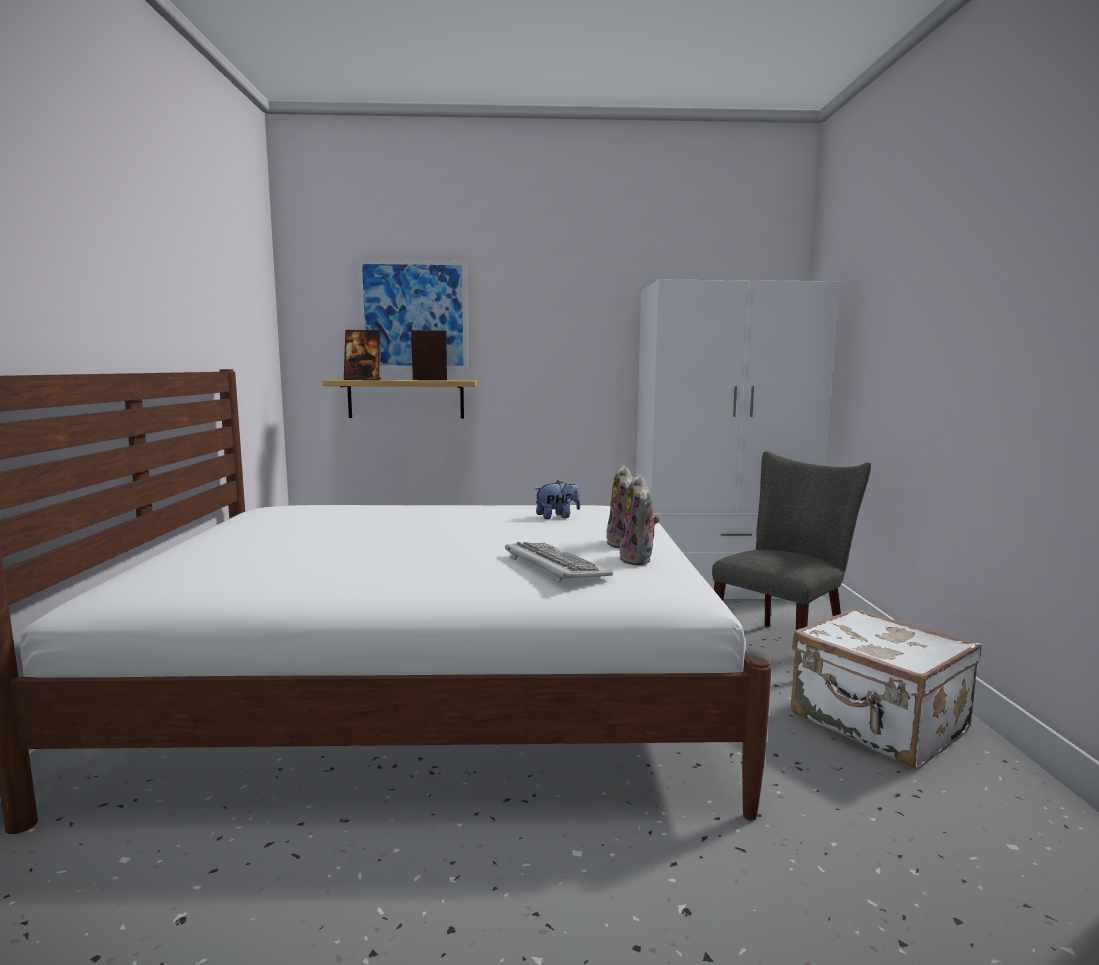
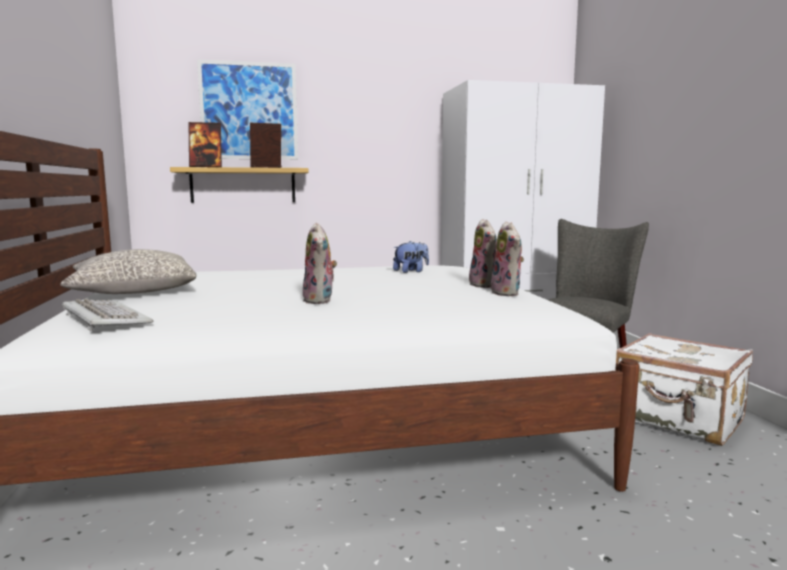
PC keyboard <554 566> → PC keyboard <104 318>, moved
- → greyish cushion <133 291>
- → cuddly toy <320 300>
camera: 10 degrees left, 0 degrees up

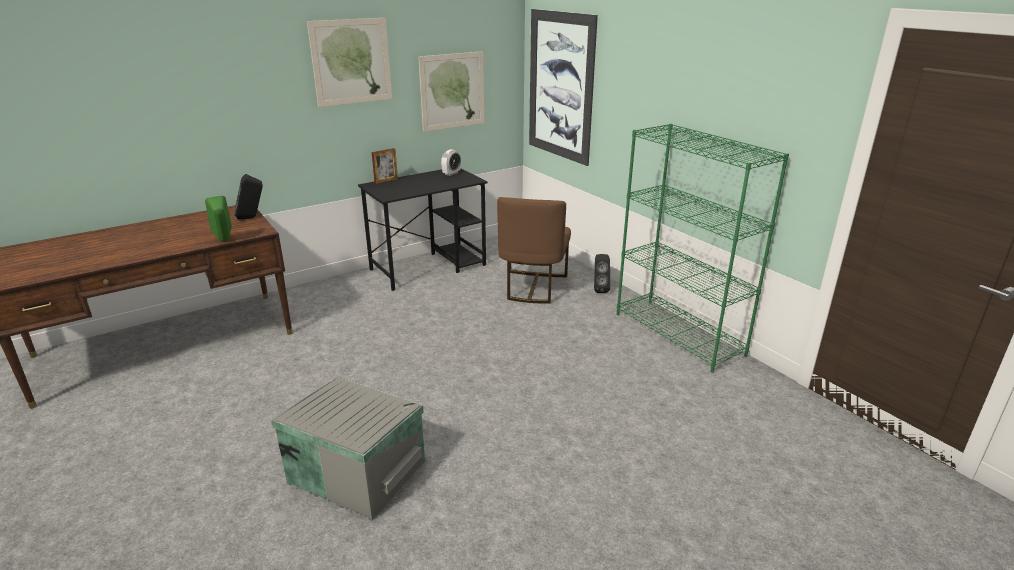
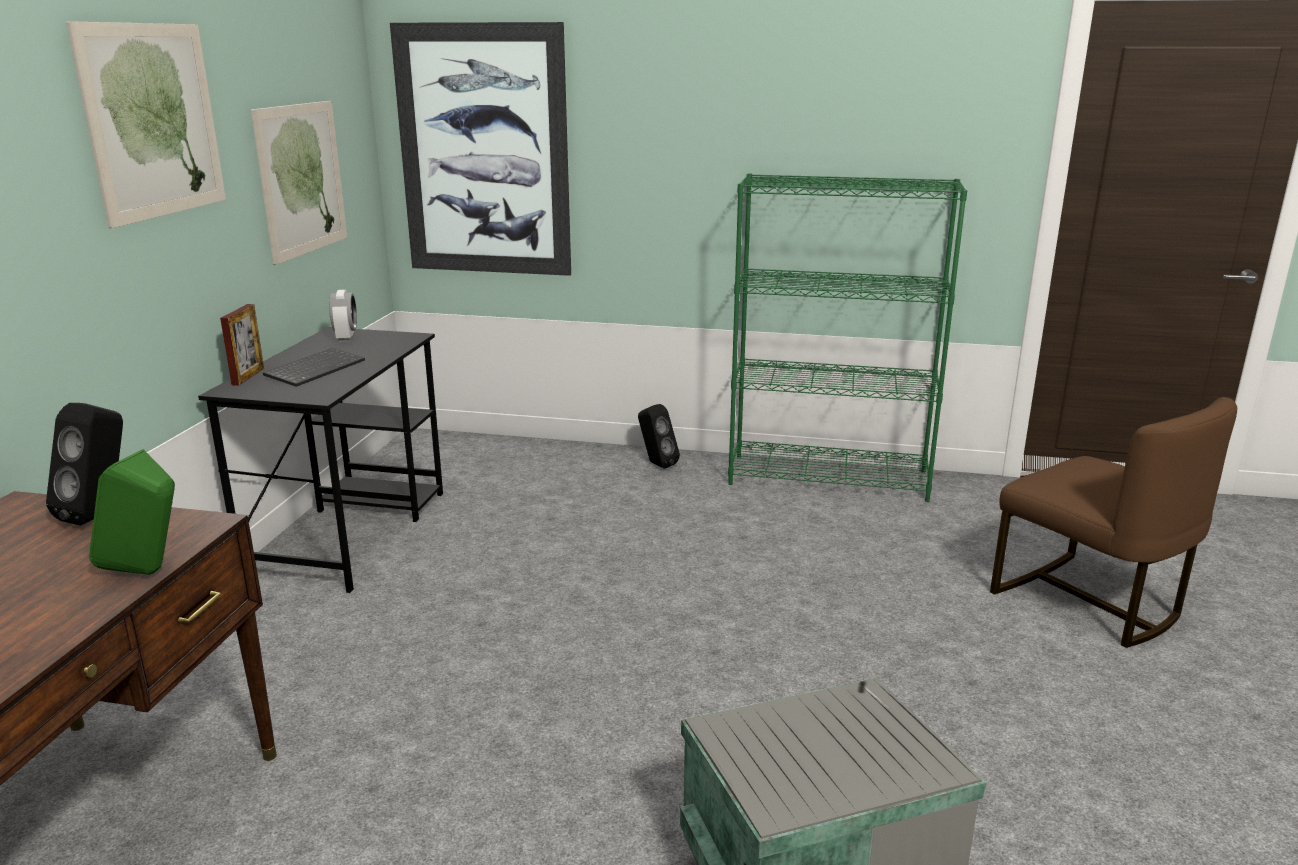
brownish plain chair <532 287> → brownish plain chair <1089 602>, moved
- → PC keyboard <315 369>
camera: 45 degrees left, 5 degrees down

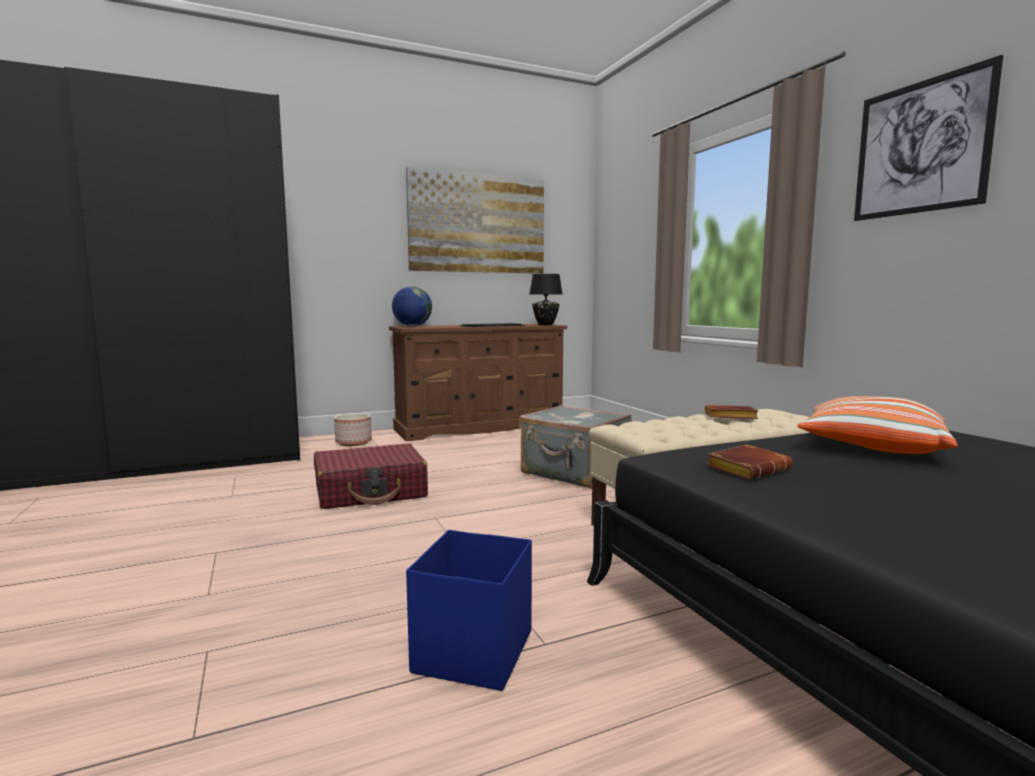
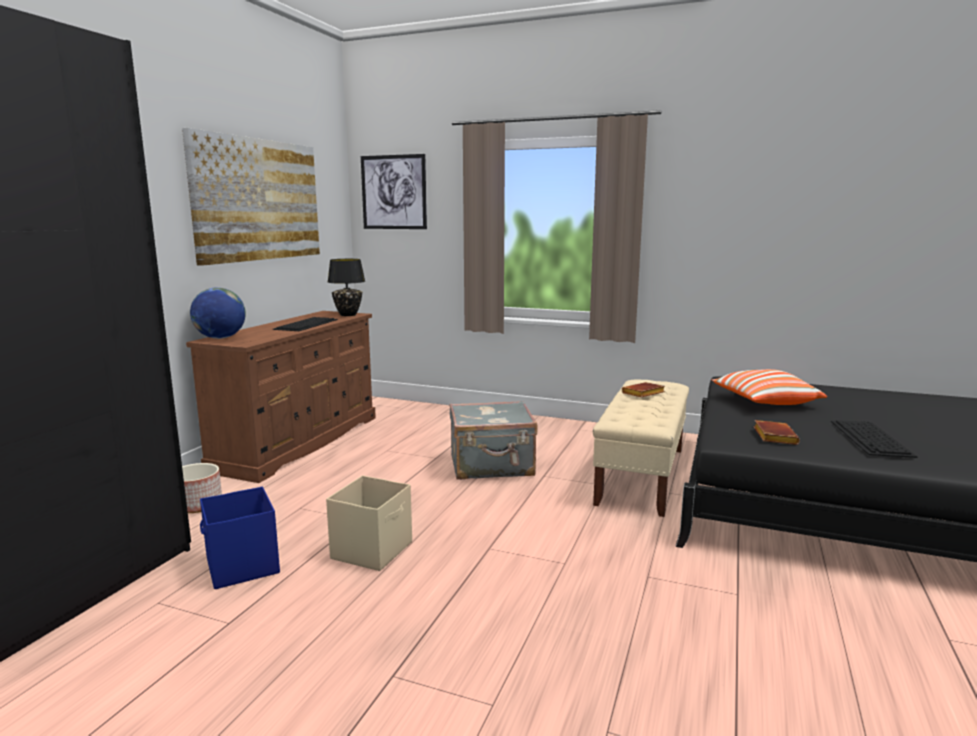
red travel case <371 492> → beige storage container <373 550>
blue-coloured storage container <472 653> → blue-coloured storage container <242 567>, moved
wall art <920 147> → wall art <393 192>, moved
- → PC keyboard <871 438>
camera: 45 degrees left, 5 degrees up

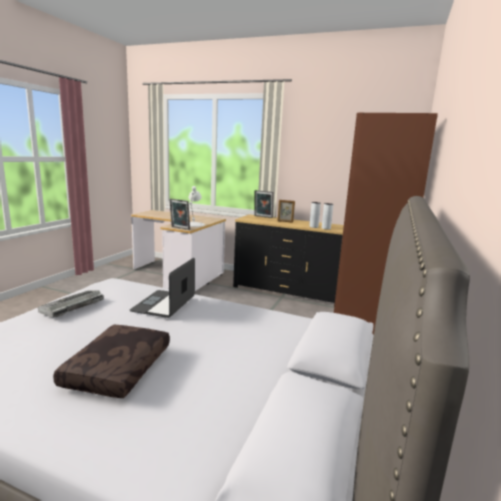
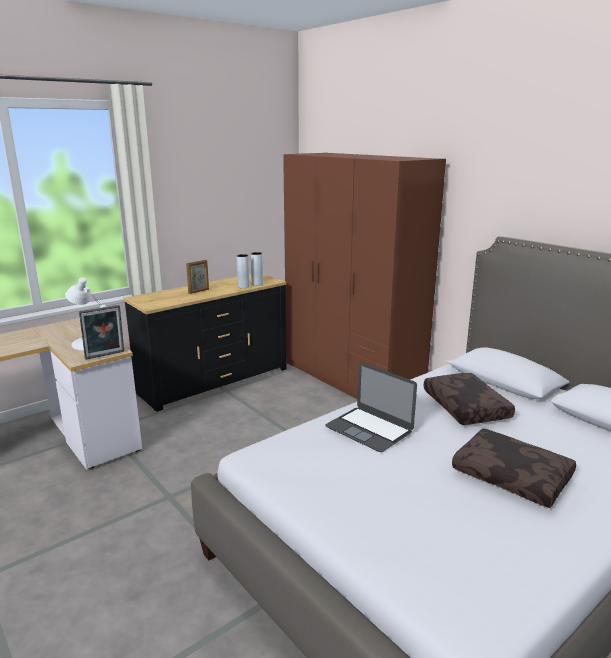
PC keyboard <71 307> → -
picture frame <263 217> → -
- → brownish cushion <464 407>
camera: 60 degrees left, 5 degrees up

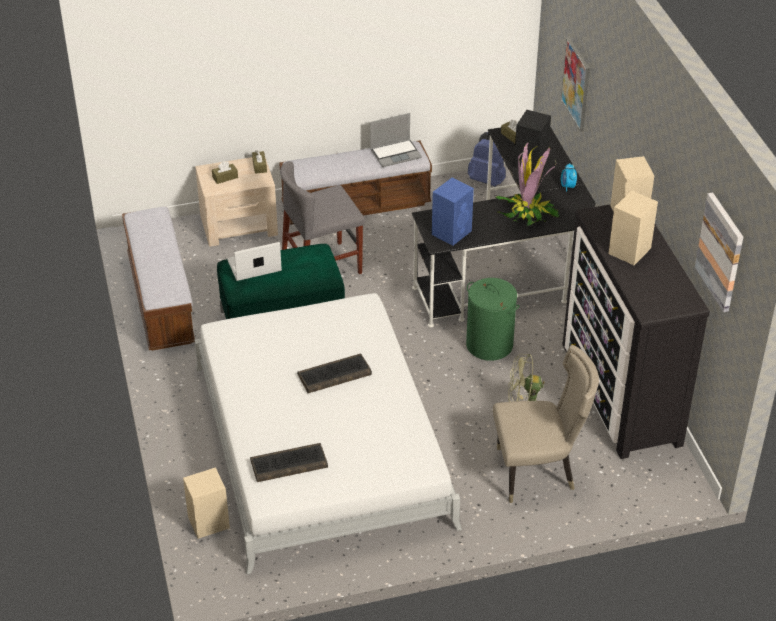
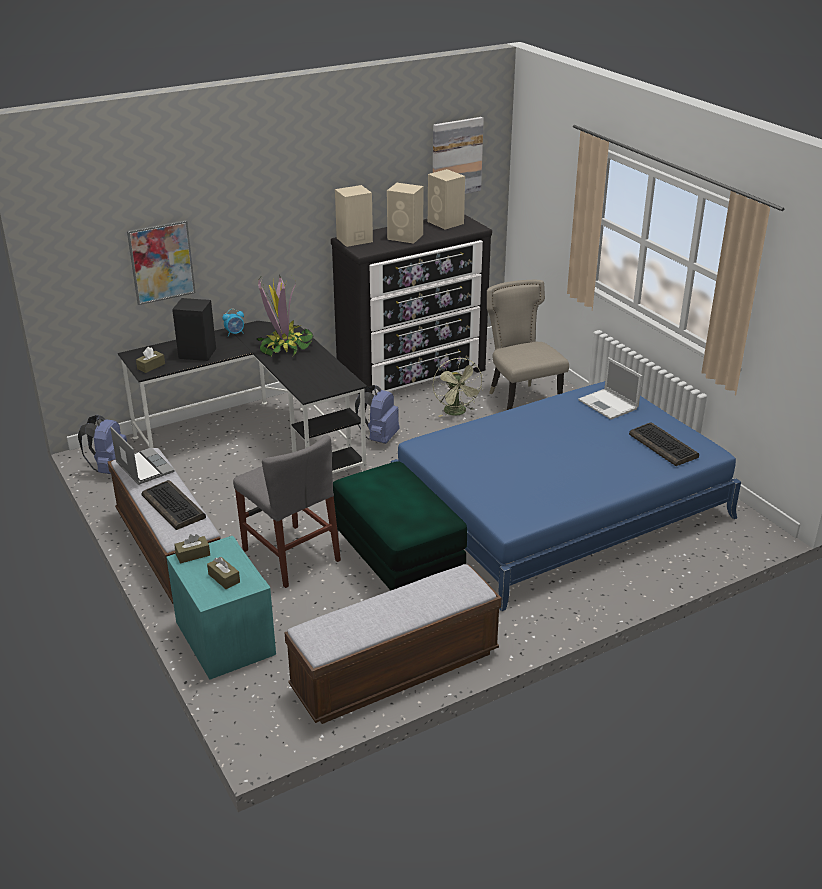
beige audio speaker <207 523> → beige audio speaker <446 223>, moved
beige night table <239 225> → turquoise-coloured night table <225 637>
white bedroom bed <321 444> → blue-coloured bedroom bed <560 506>
portable computer <253 266> → portable computer <609 405>, moved
PC keyboard <334 375> → PC keyboard <174 506>, moved
blue-coloured audio speaker <452 232> → -
greenish laundry basket <489 345> → blue-coloured knapsack <379 438>
camera: 105 degrees left, 10 degrees down

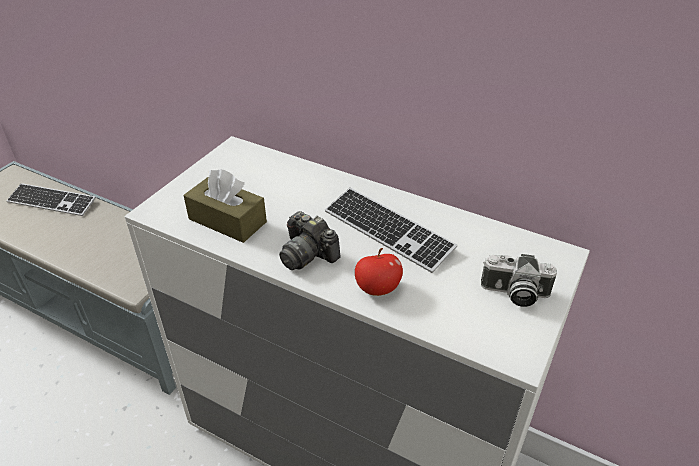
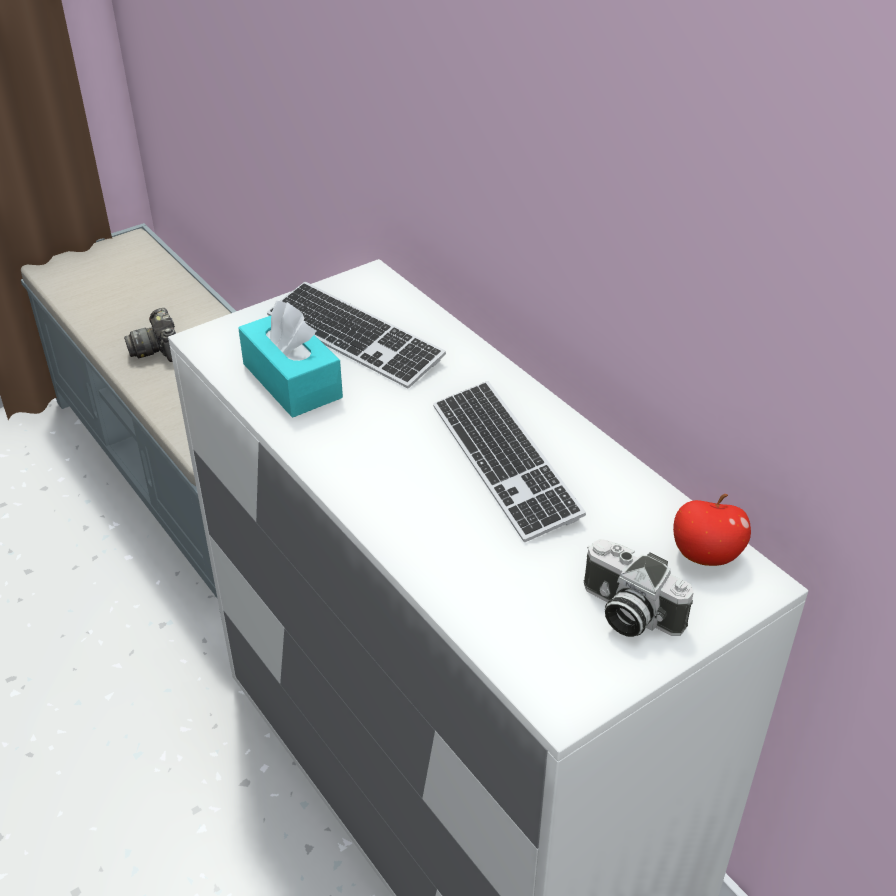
PC keyboard <52 201> → PC keyboard <354 338>, moved
brownish tissue box <227 220> → turquoise-coloured tissue box <292 381>
photo camera <307 254> → photo camera <158 349>, moved
whole apple <377 288> → whole apple <705 555>, moved
camera: 25 degrees right, 0 degrees up

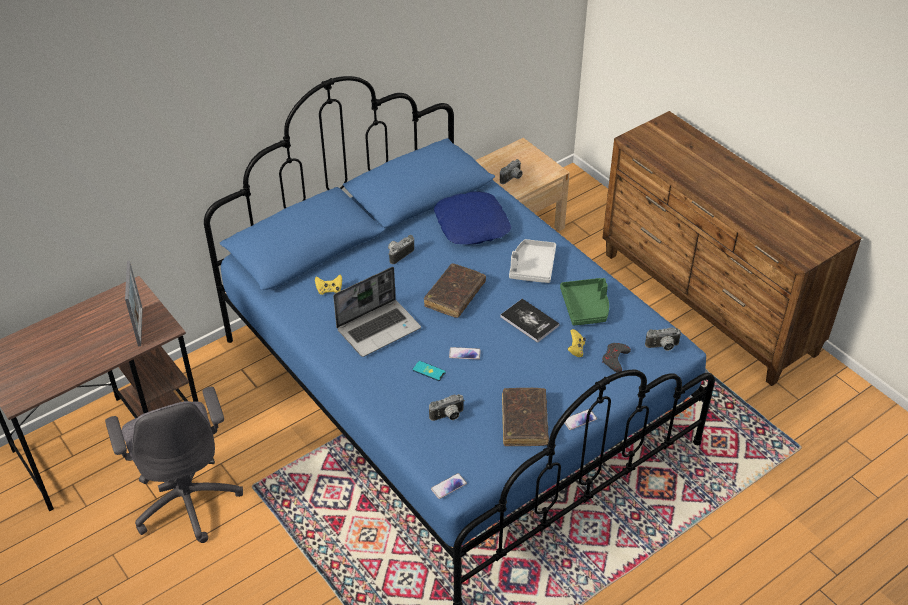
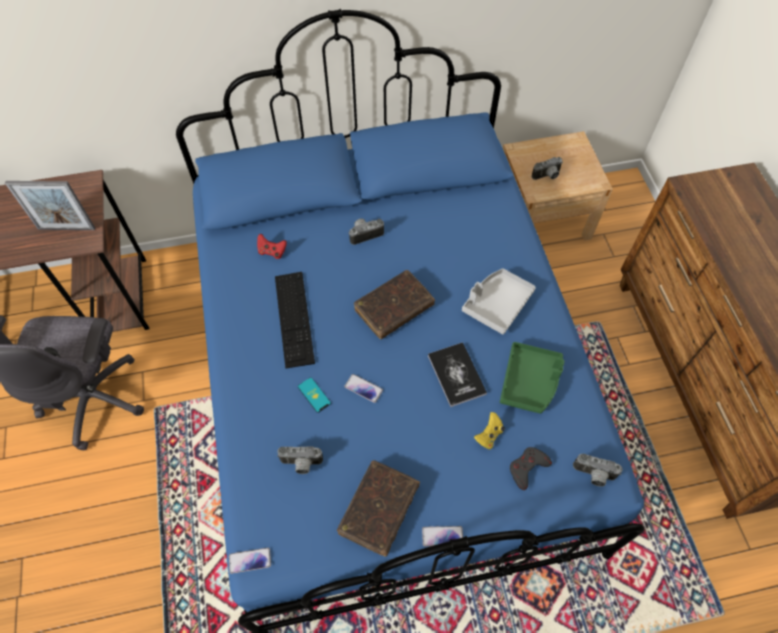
picture frame <140 327> → picture frame <66 228>, 75 degrees clockwise
yellow joypad <329 290> → red joypad <272 251>
portable computer <379 328> → PC keyboard <294 318>
blue-coloured cushion <472 225> → -
camera: 25 degrees right, 15 degrees up

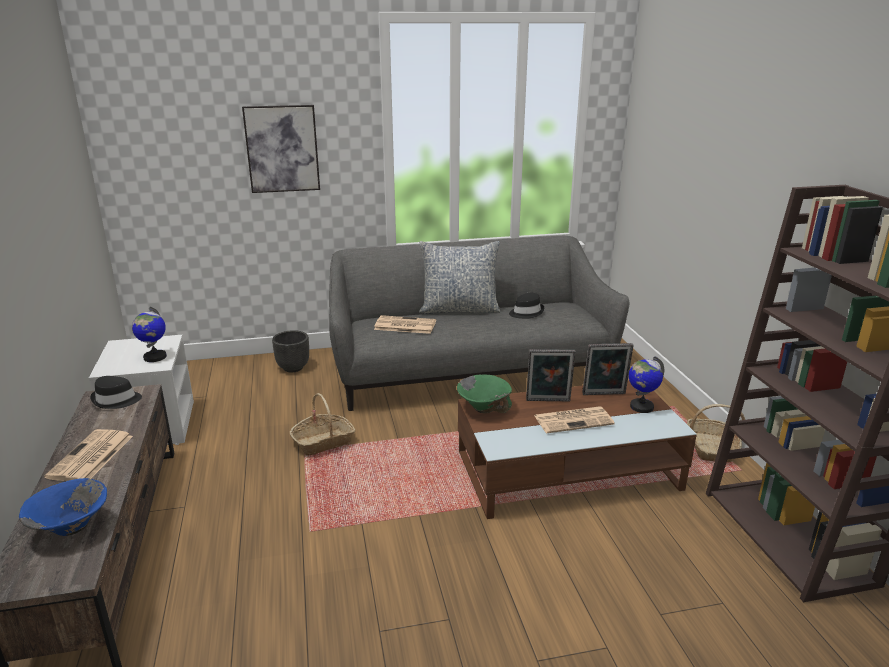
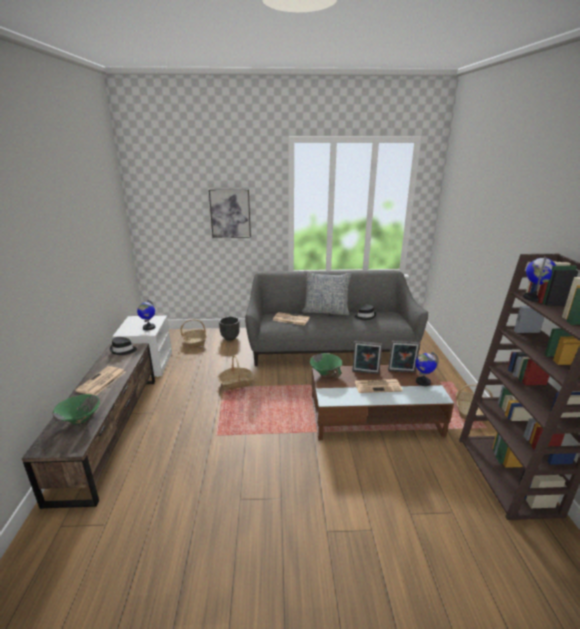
blue-coloured deep dish <71 528> → greenish deep dish <80 420>
- → basket <195 342>
- → globe <534 298>
camera: 10 degrees right, 0 degrees up

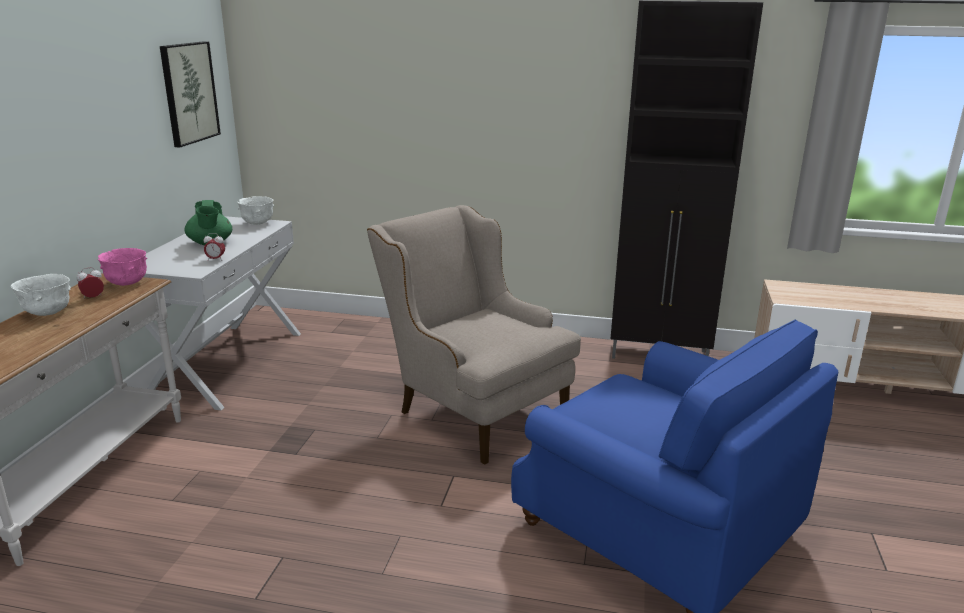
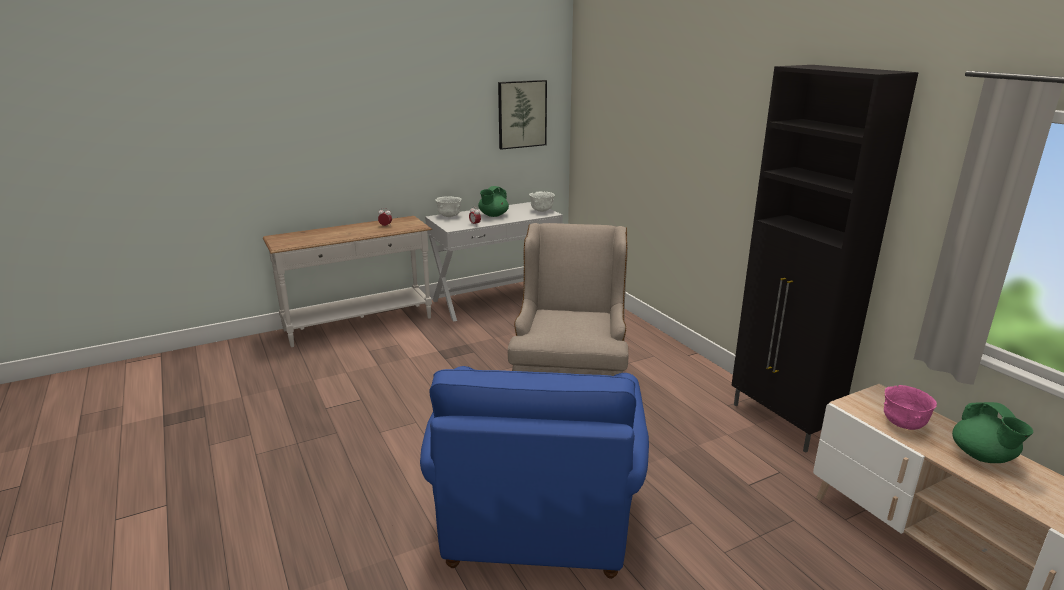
white deep dish <47 313> → white deep dish <449 216>, moved
pink deep dish <127 283> → pink deep dish <903 424>, moved
- → greenish pot for tea <982 456>
camera: 50 degrees right, 0 degrees up

